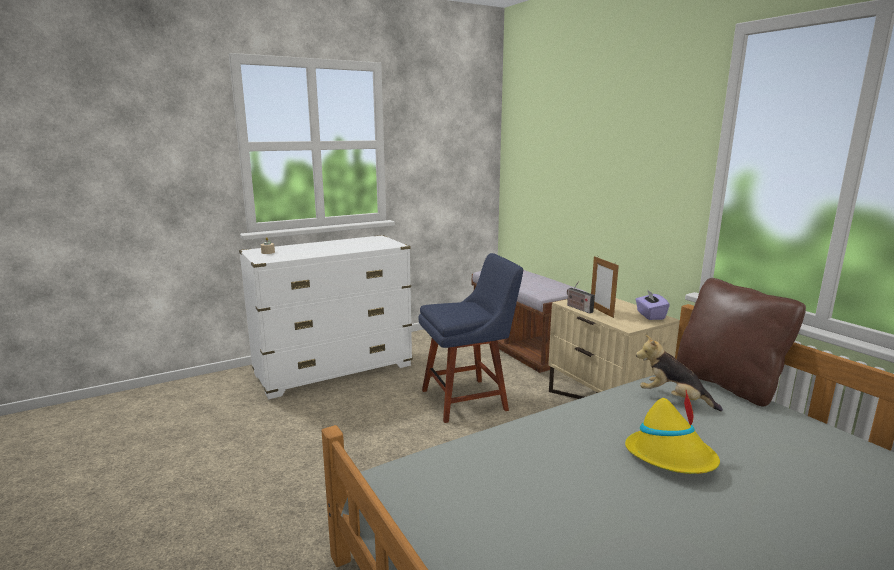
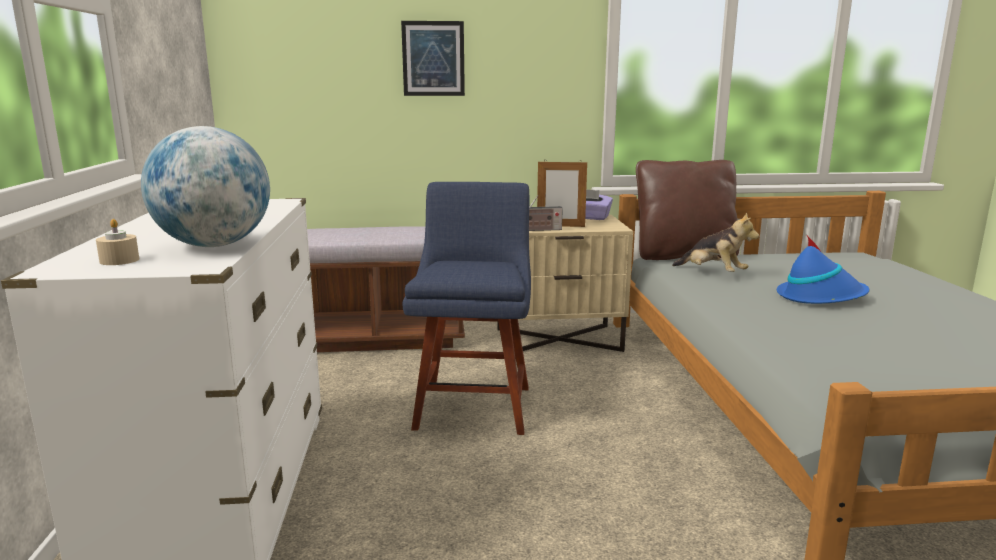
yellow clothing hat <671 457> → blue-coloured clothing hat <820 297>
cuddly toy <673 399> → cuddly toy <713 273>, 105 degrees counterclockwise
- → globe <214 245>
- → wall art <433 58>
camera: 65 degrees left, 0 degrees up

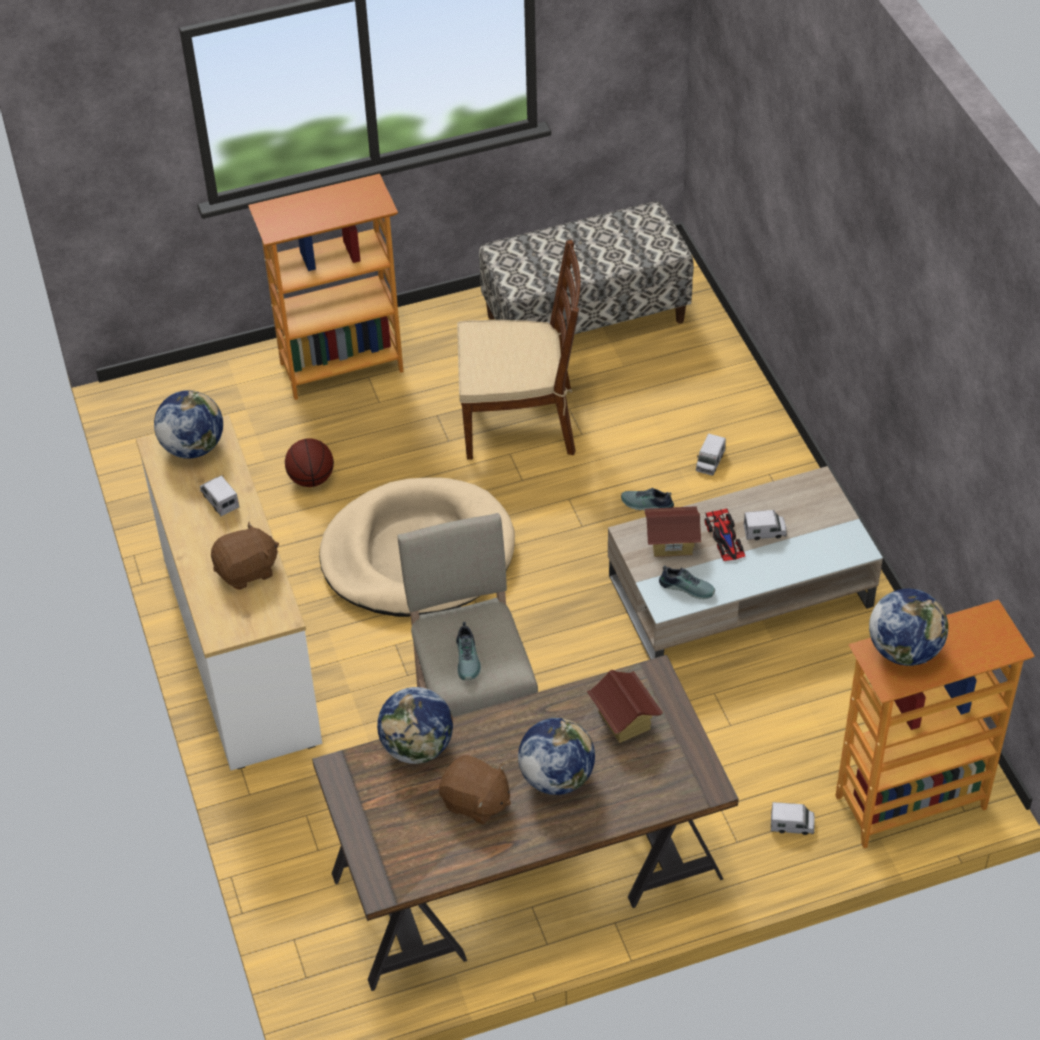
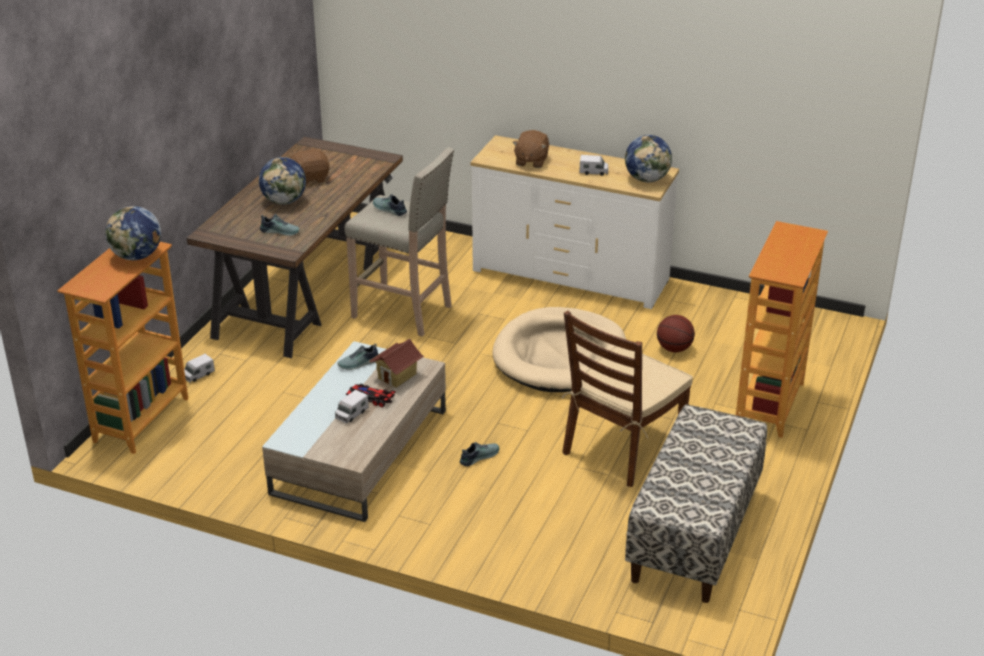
globe <417 747> → -
miniature house <624 721> → low shoe <280 231>
toy lorry <710 462> → -
camera: 130 degrees right, 15 degrees down

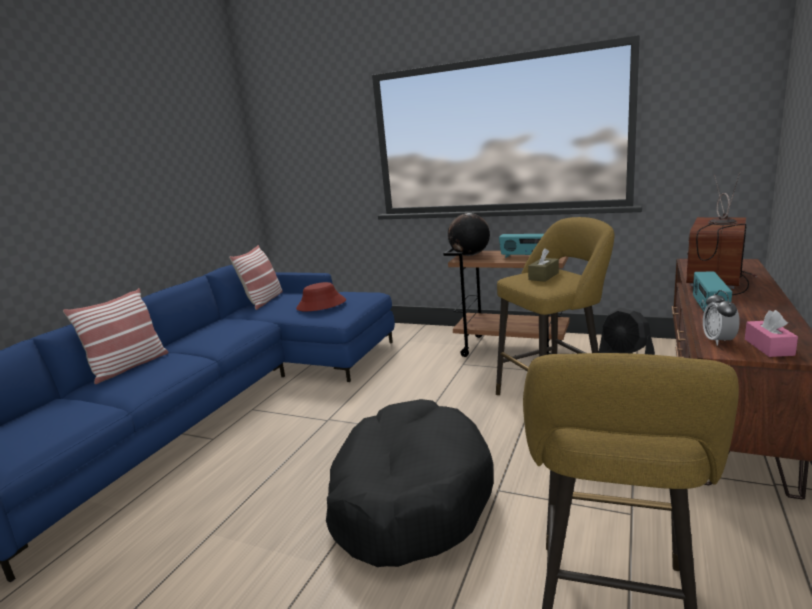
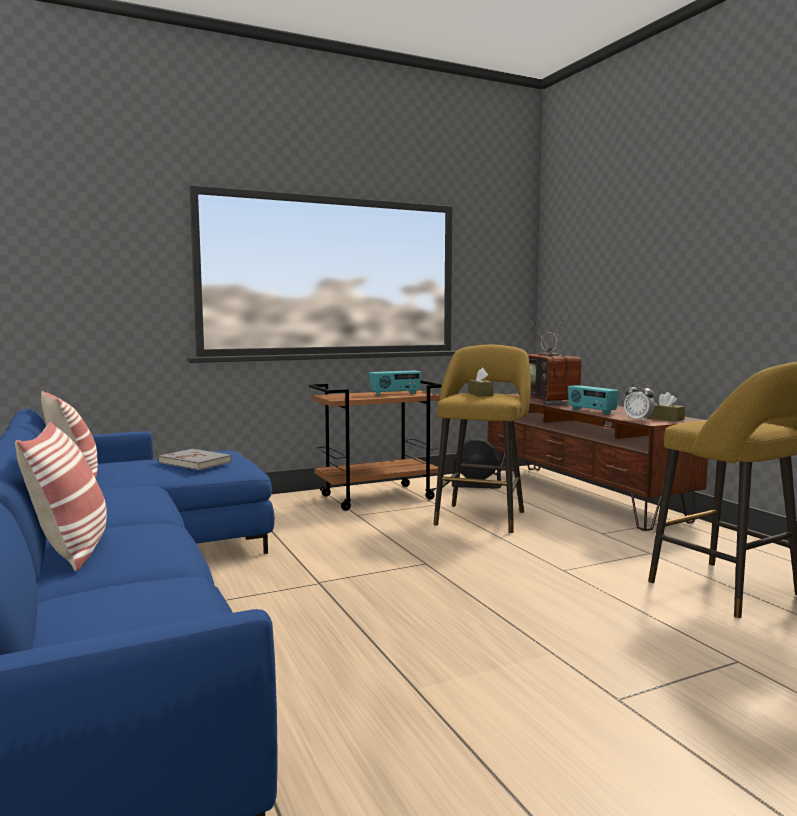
red clothing hat <321 305> → greyish bound book <195 462>
blackish dog bed <409 496> → -
globe <469 255> → -
pink tissue box <768 347> → brownish tissue box <665 419>
camera: 50 degrees left, 10 degrees down

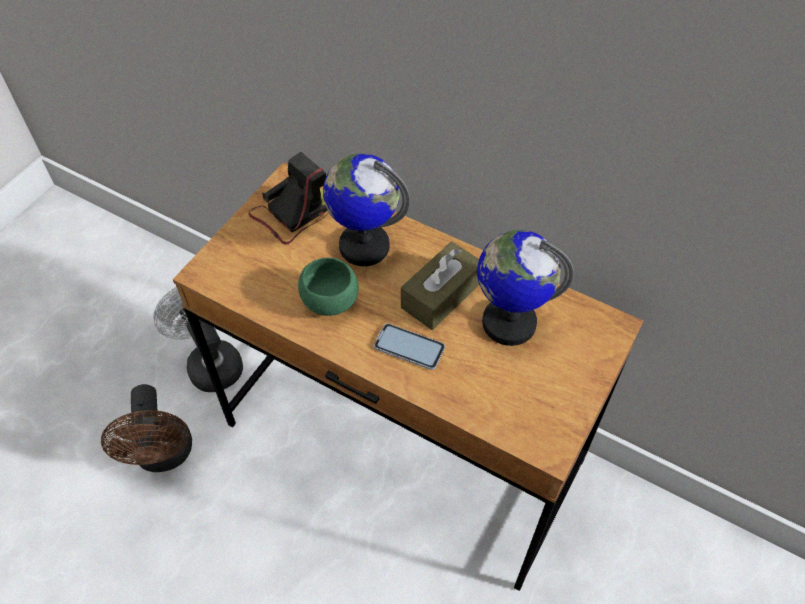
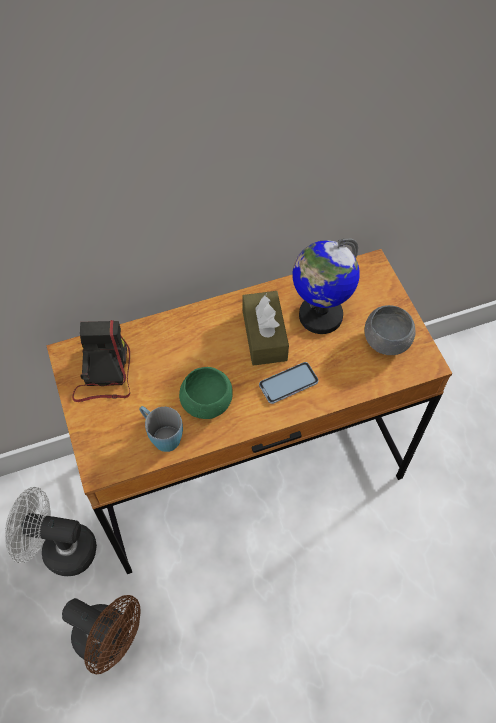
globe <364 246> → -
- → blue-coloured mug <161 435>
- → greyish deep dish <386 342>
camera: 50 degrees left, 5 degrees up

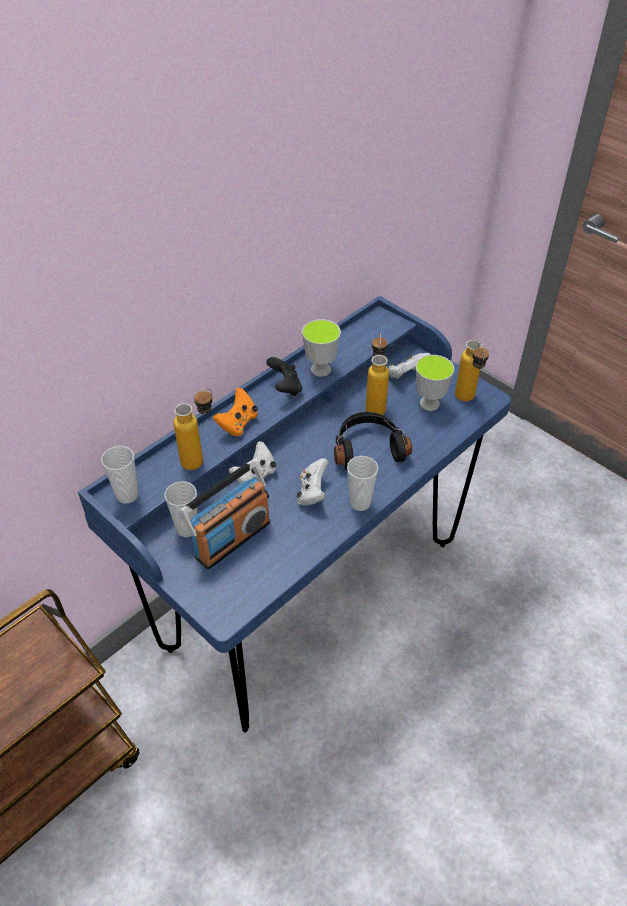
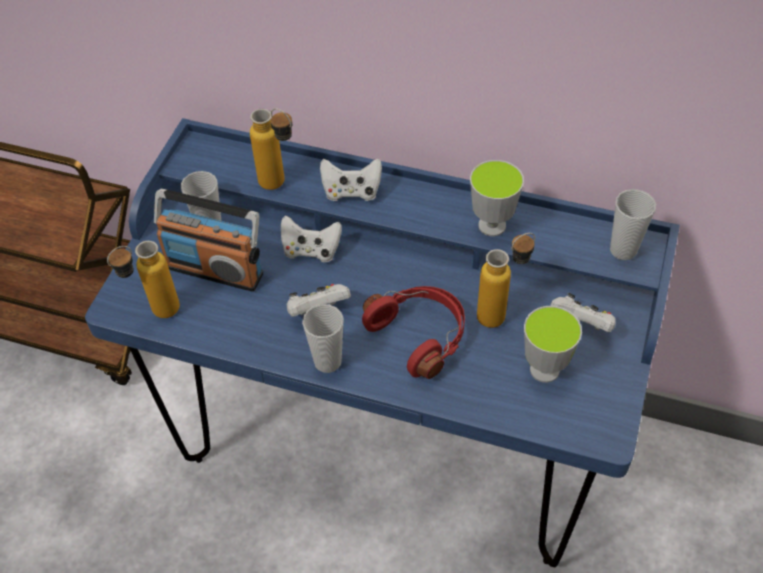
drinking cup <127 495> → drinking cup <623 250>, moved
orangey joypad <238 423> → white joypad <351 192>
blackish joypad <285 388> → -
blackish headset <368 448> → red headset <420 335>
drink bottle <467 401> → drink bottle <155 314>, moved
camera: 65 degrees right, 5 degrees up

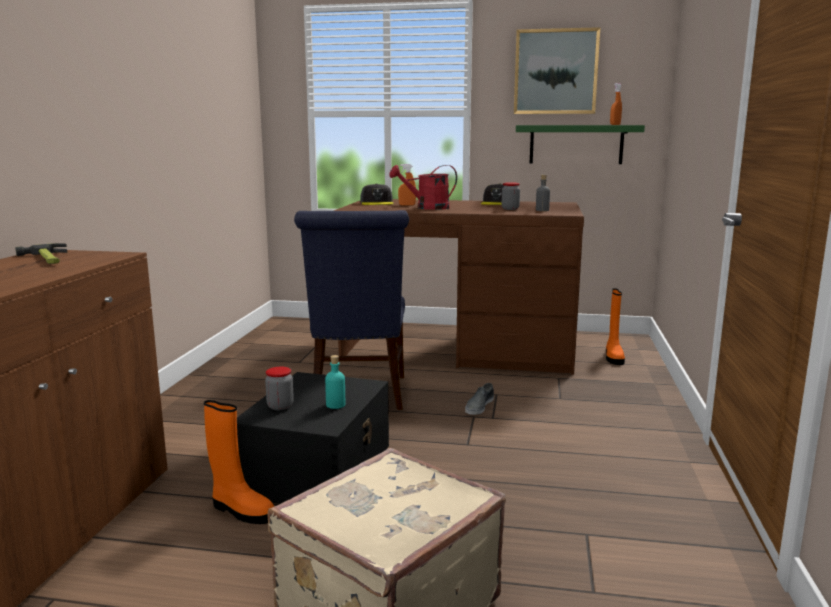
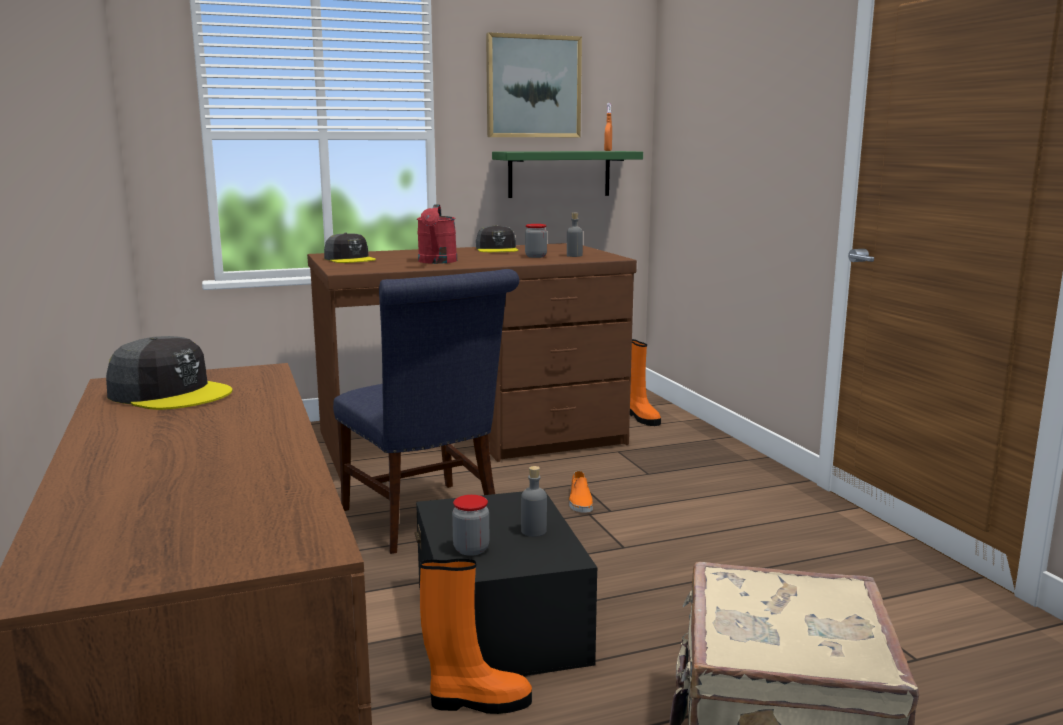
hand hammer <47 259> → greyish baseball cap <170 393>
turquoise-coloured drink bottle <335 405> → greyish drink bottle <534 531>
red watering pot <427 208> → red watering pot <437 262>, 45 degrees counterclockwise
orangey spray bottle <407 205> → -
greyish low shoe <479 406> → orangey low shoe <580 501>
camera: 30 degrees left, 0 degrees up

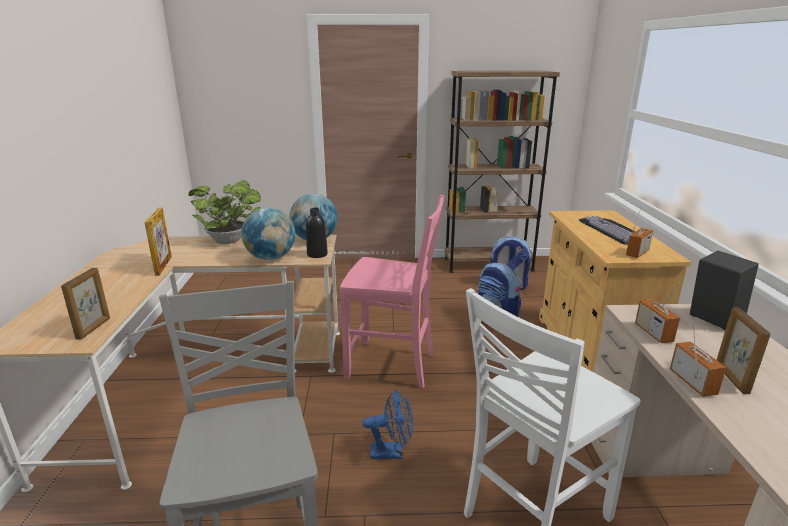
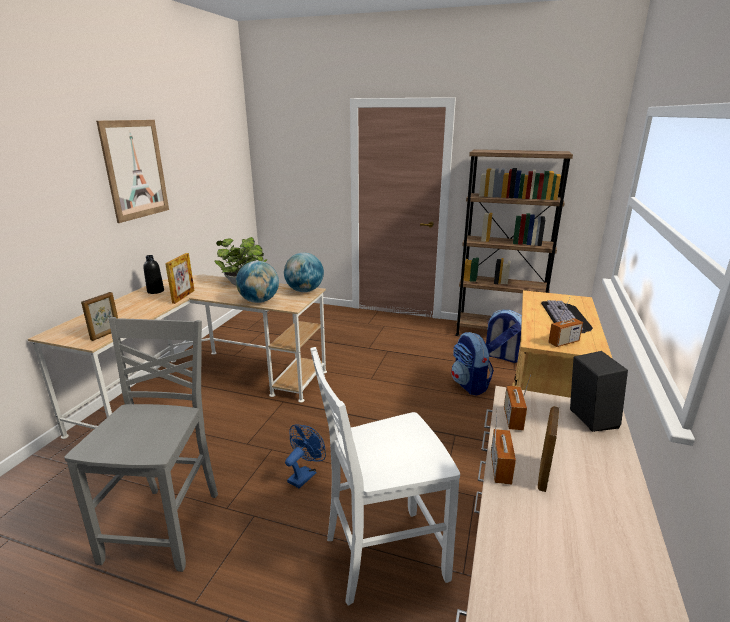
blackish drink bottle <317 254> → blackish drink bottle <155 291>, moved
pink plain chair <392 365> → -
blue-coloured cooling fan <392 452> → blue-coloured cooling fan <305 475>, 75 degrees counterclockwise
- → wall art <135 169>
camera: 20 degrees right, 0 degrees up

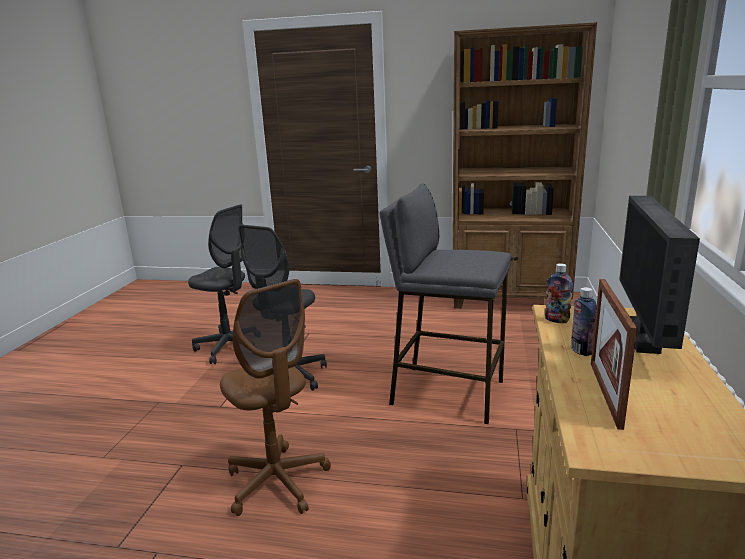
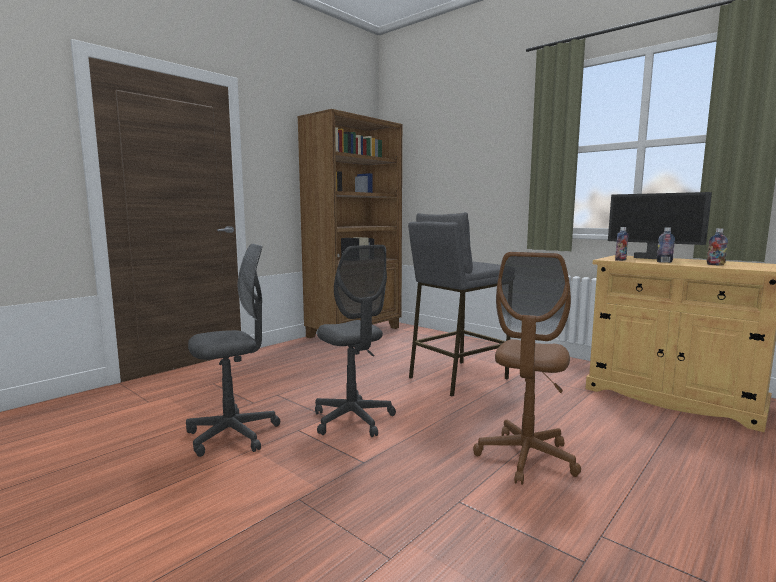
brownish desk chair <277 482> → brownish desk chair <526 458>, 120 degrees clockwise
picture frame <605 393> → drink bottle <715 265>
camera: 60 degrees left, 10 degrees down

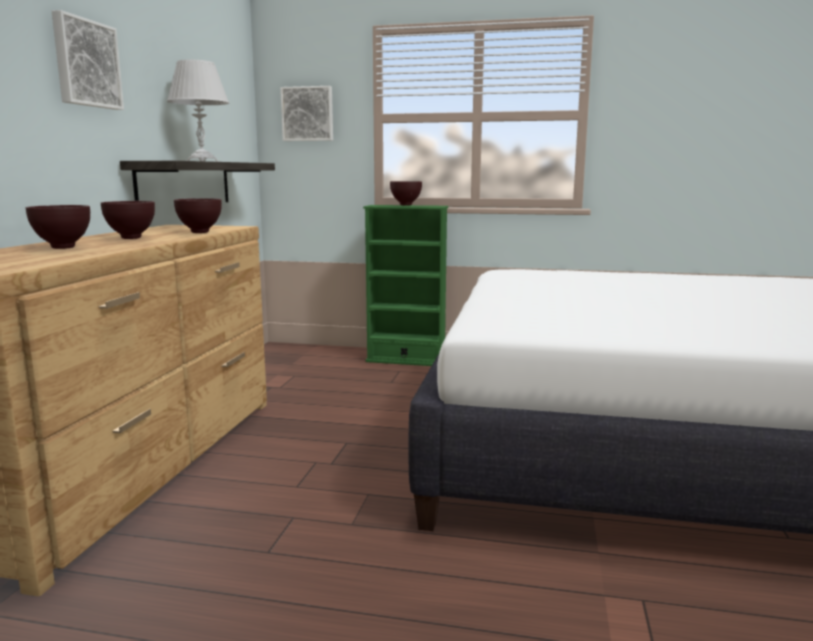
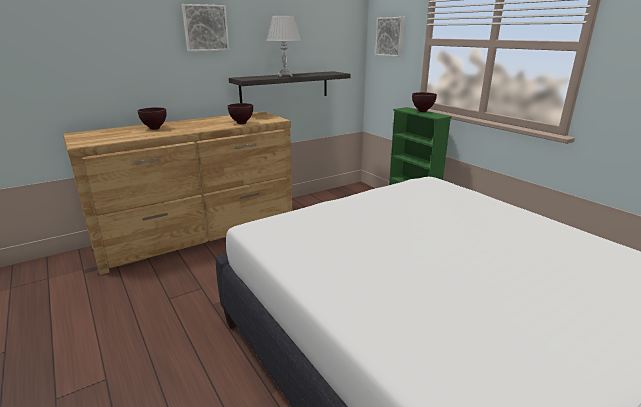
brownish deep dish <132 238> → -
camera: 45 degrees right, 10 degrees up

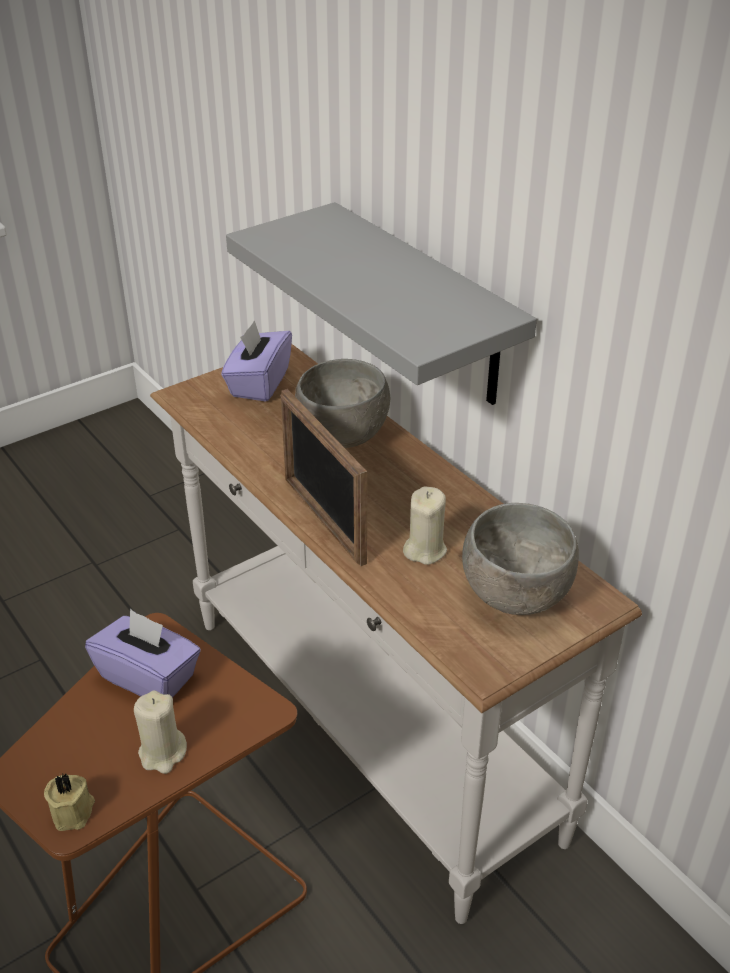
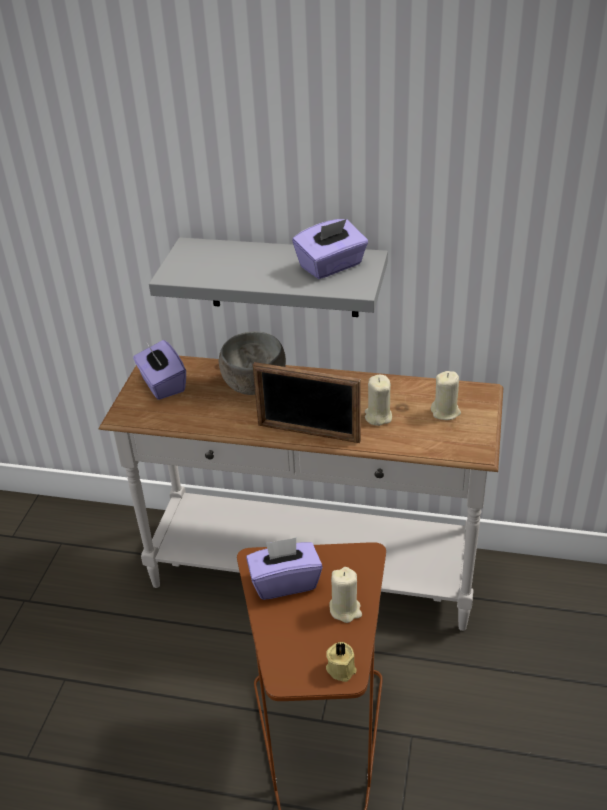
greyish deep dish <513 595> → beige wax light <445 412>
- → purple tissue box <331 266>
camera: 40 degrees left, 0 degrees up

